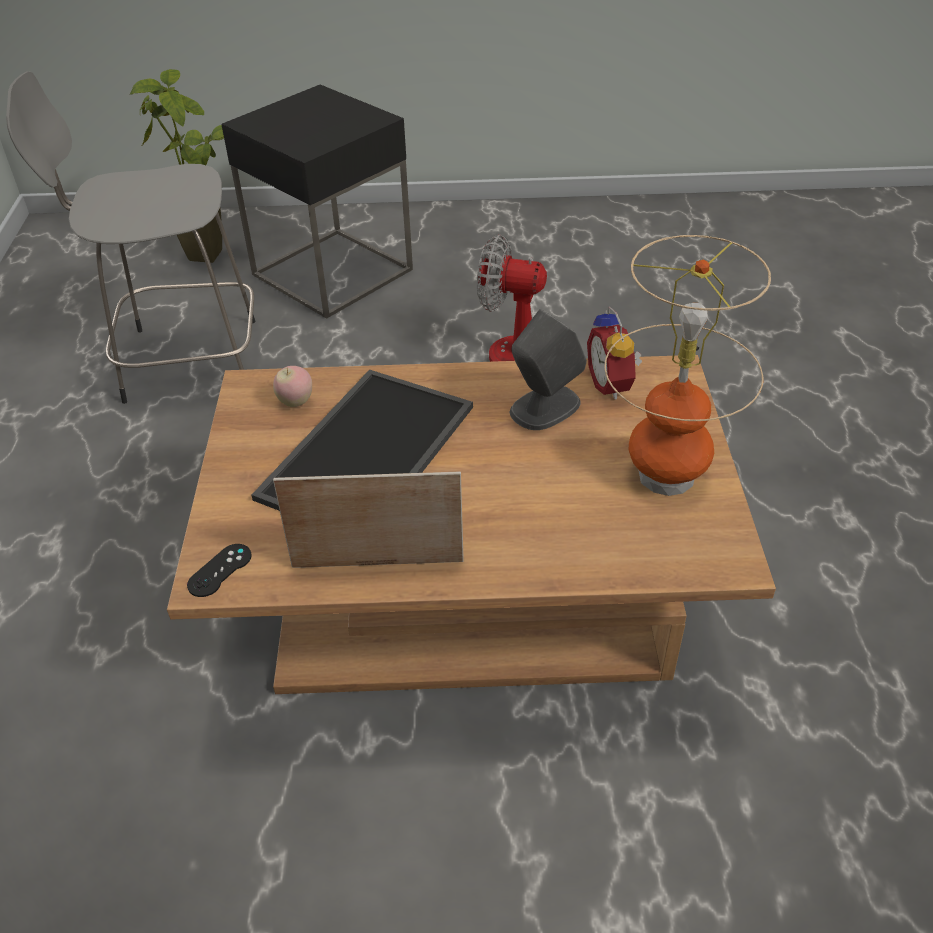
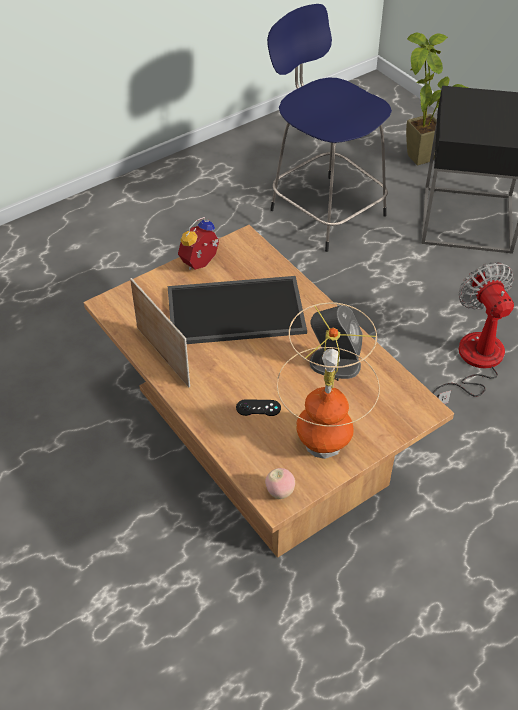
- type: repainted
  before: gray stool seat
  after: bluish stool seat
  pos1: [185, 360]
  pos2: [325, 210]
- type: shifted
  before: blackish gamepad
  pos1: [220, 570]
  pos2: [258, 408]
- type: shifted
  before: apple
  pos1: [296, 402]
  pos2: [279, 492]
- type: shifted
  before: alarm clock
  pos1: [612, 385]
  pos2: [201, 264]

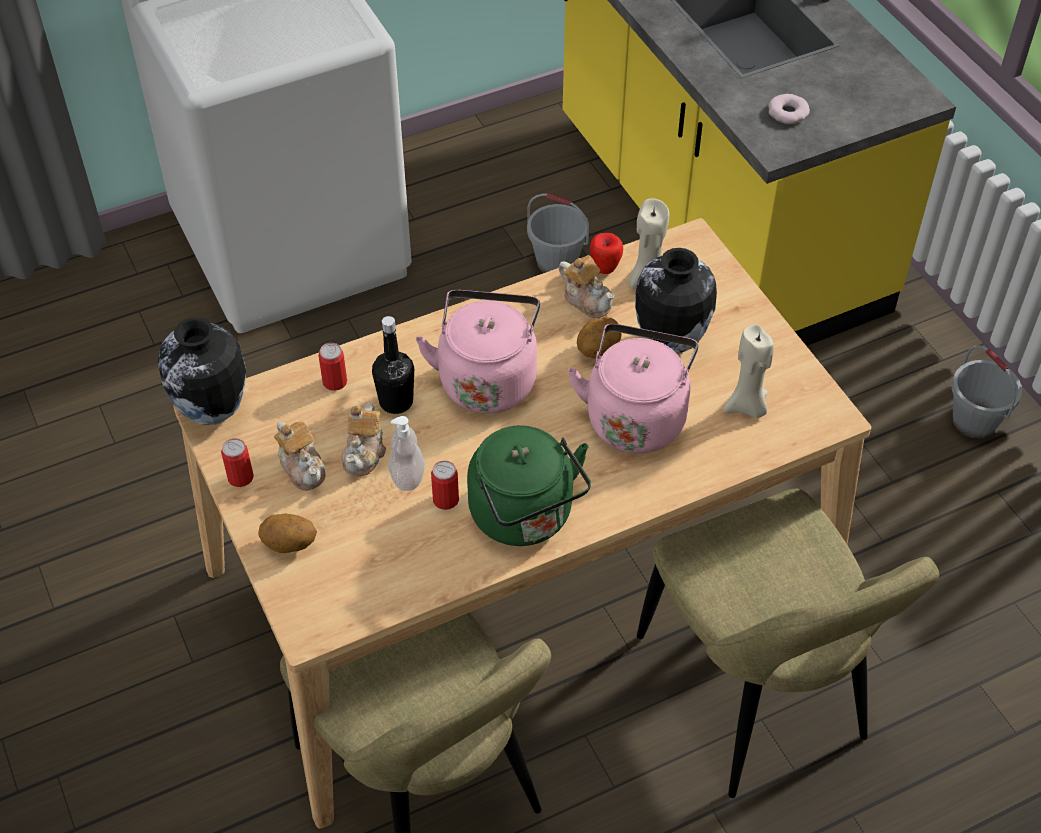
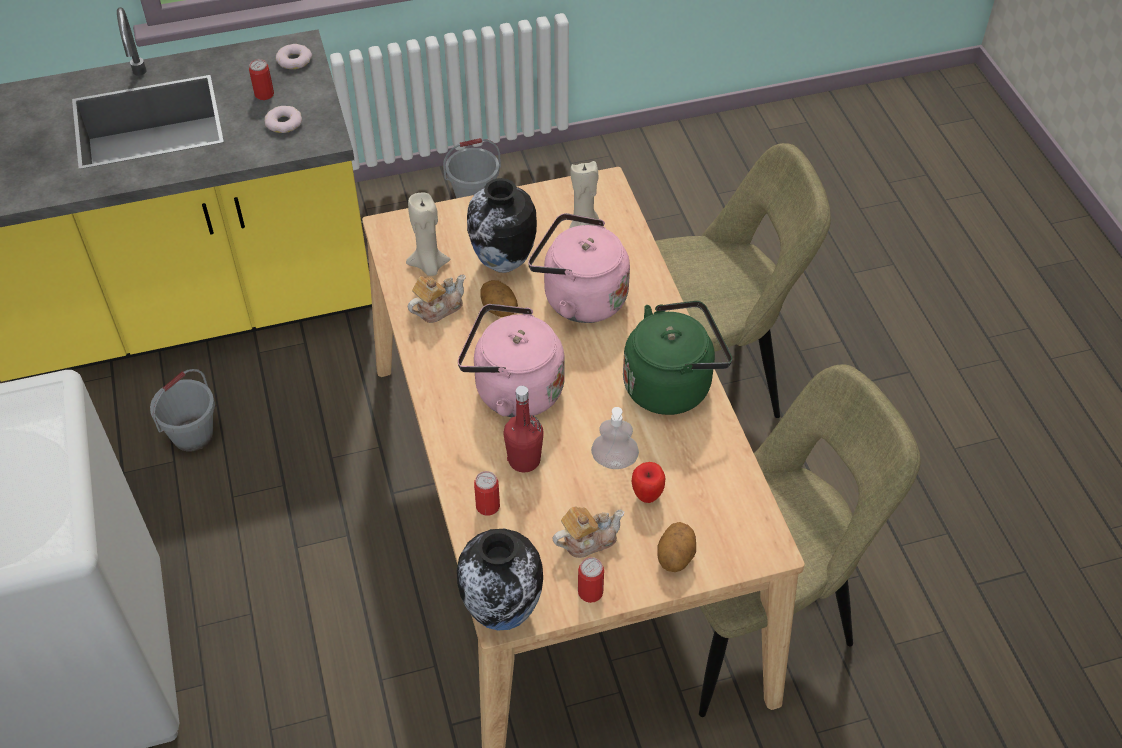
- type: gone
  before: tea pot
  pos1: [364, 453]
- type: repainted
  before: blackish bottle
  after: reddish bottle
  pos1: [396, 402]
  pos2: [524, 460]
- type: shifted
  before: metal can
  pos1: [446, 499]
  pos2: [264, 94]
- type: shifted
  before: apple
  pos1: [605, 268]
  pos2: [647, 495]
- type: new
  after: ring doughnut
  pos2: [294, 60]

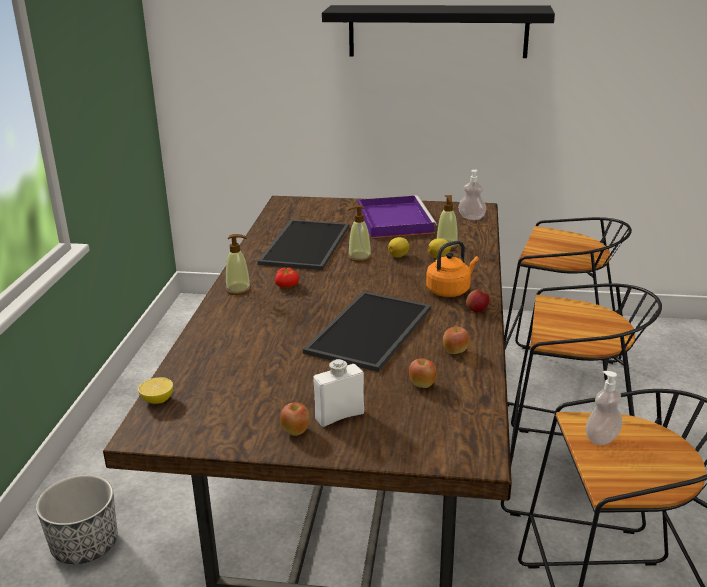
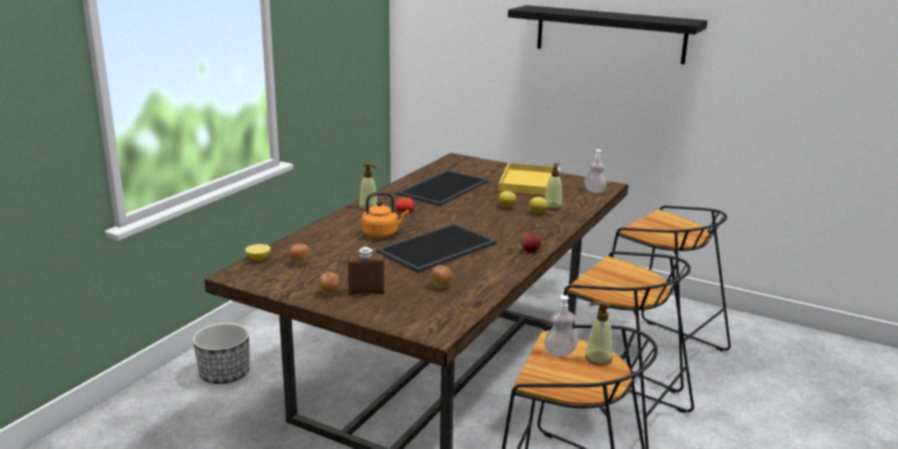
- type: repainted
  before: whitish bottle
  after: brown-coloured bottle
  pos1: [339, 416]
  pos2: [366, 291]
- type: shifted
  before: liquid soap bottle
  pos1: [359, 257]
  pos2: [598, 358]
- type: repainted
  before: purple serving tray
  after: yellow serving tray
  pos1: [394, 220]
  pos2: [528, 183]
- type: shifted
  before: orangey water kettle
  pos1: [450, 290]
  pos2: [382, 234]
- type: shifted
  before: apple
  pos1: [455, 351]
  pos2: [300, 263]

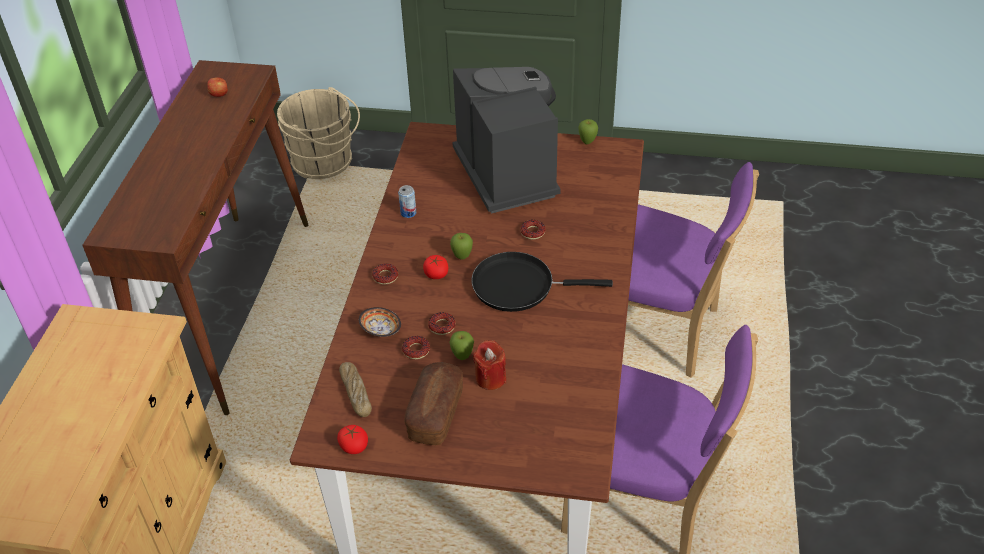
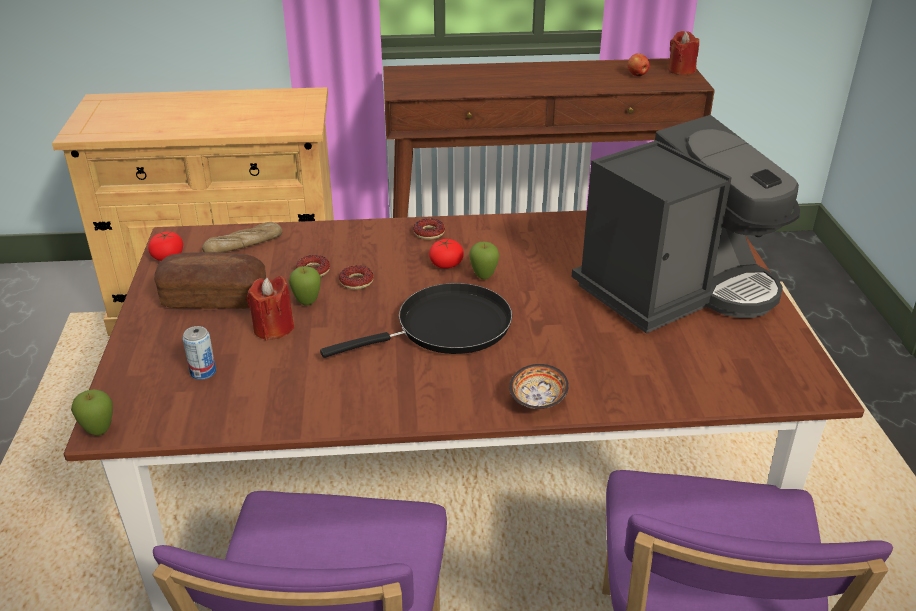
- type: gone
  before: beige pail
  pos1: [325, 163]
- type: shifted
  before: bowl
  pos1: [381, 330]
  pos2: [538, 400]
- type: shifted
  before: metal can
  pos1: [408, 213]
  pos2: [203, 372]
- type: rotated
  before: blackish skillet
  pos1: [519, 286]
  pos2: [446, 328]
  turn: 75
- type: gone
  before: ring doughnut
  pos1: [533, 232]
- type: shifted
  before: apple
  pos1: [587, 142]
  pos2: [99, 432]
- type: new
  after: reddish wax light
  pos2: [681, 70]

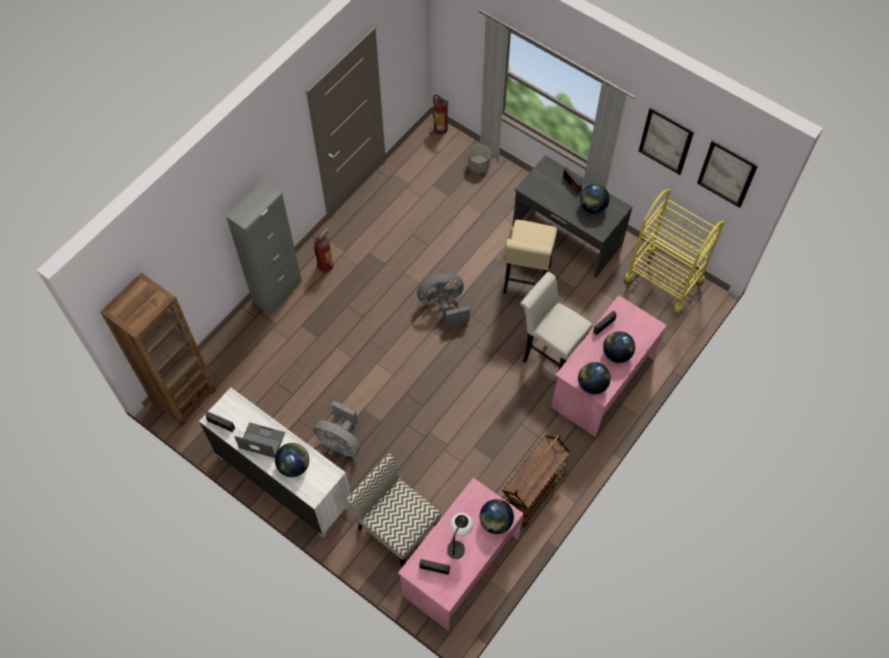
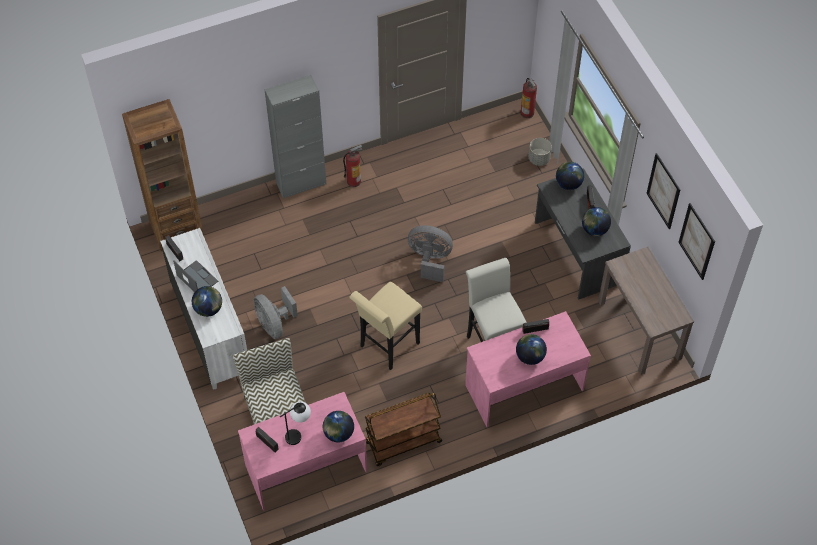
- type: shifted
  before: beige stool seat
  pos1: [526, 283]
  pos2: [386, 347]
- type: shifted
  before: desk globe
  pos1: [592, 384]
  pos2: [568, 184]
- type: swapped
  before: yellow trolley
  after: brown-coloured console table
  pos1: [664, 279]
  pos2: [639, 330]

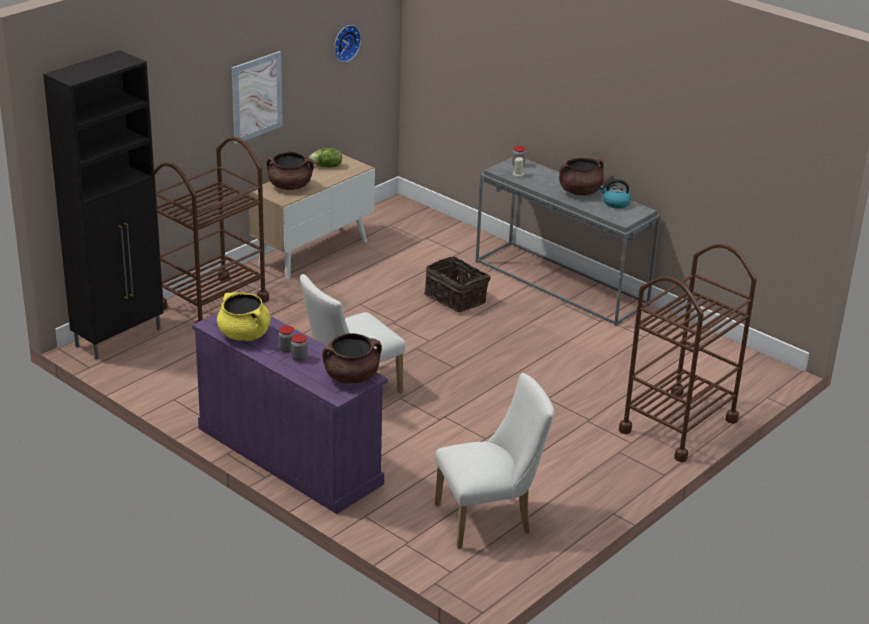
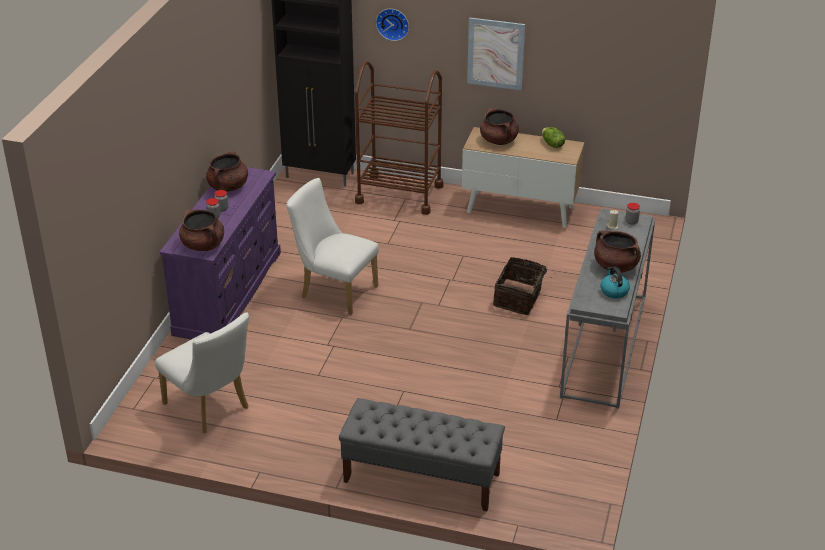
- type: repainted
  before: yellow saucepot
  after: brown-coloured saucepot
  pos1: [244, 335]
  pos2: [228, 187]
- type: shifted
  before: wall clock
  pos1: [345, 42]
  pos2: [393, 23]
- type: swapped
  before: brown-coloured trolley
  after: gray bench
  pos1: [678, 425]
  pos2: [421, 478]

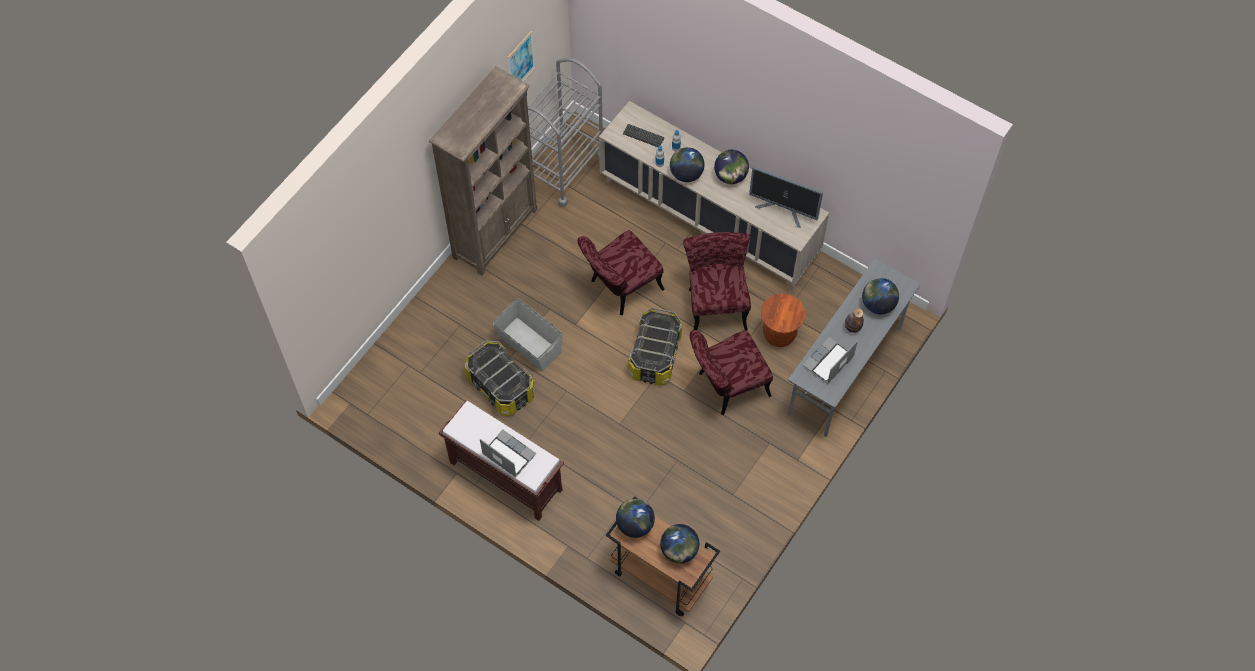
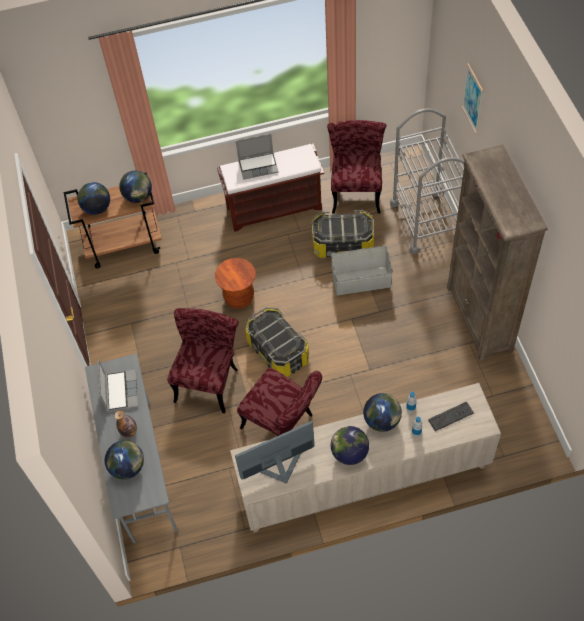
- type: shifted
  before: wall art
  pos1: [521, 62]
  pos2: [472, 98]
- type: shifted
  before: gray trolley
  pos1: [562, 168]
  pos2: [425, 221]
- type: shifted
  before: reddish chair
  pos1: [620, 288]
  pos2: [356, 190]
- type: shifted
  before: brown-coloured stool seat
  pos1: [779, 334]
  pos2: [239, 298]

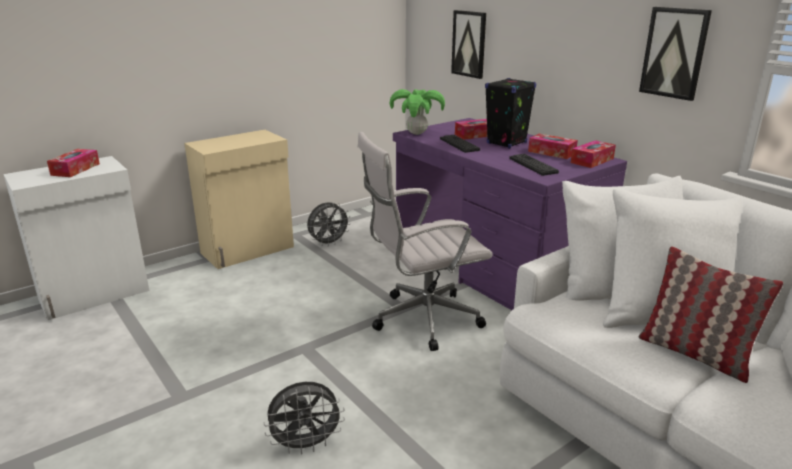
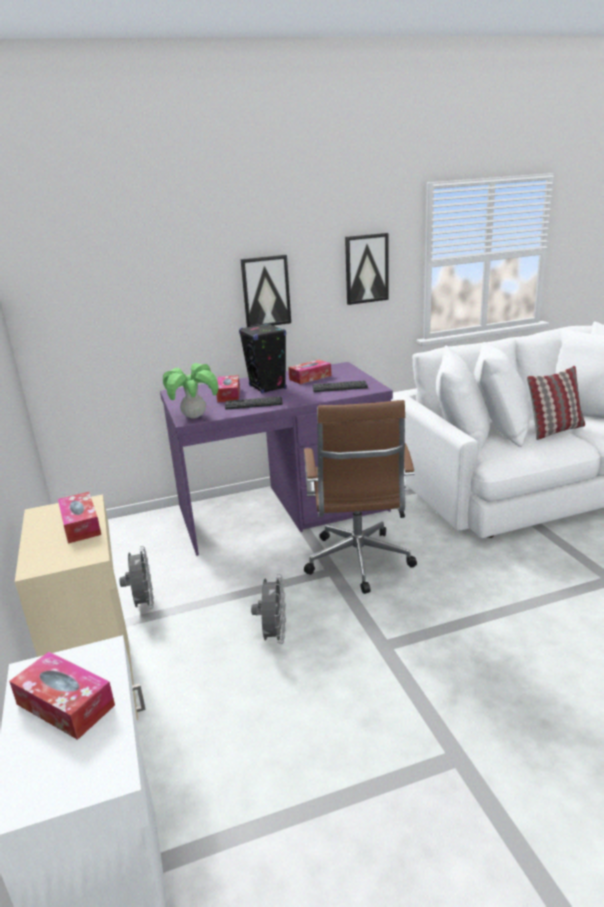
- type: shifted
  before: gray fan
  pos1: [306, 445]
  pos2: [274, 635]
- type: repainted
  before: whitish computer chair
  after: brown-coloured computer chair
  pos1: [421, 320]
  pos2: [359, 564]
- type: shifted
  before: wall art
  pos1: [469, 44]
  pos2: [266, 291]
- type: shifted
  before: tissue box
  pos1: [592, 160]
  pos2: [81, 525]

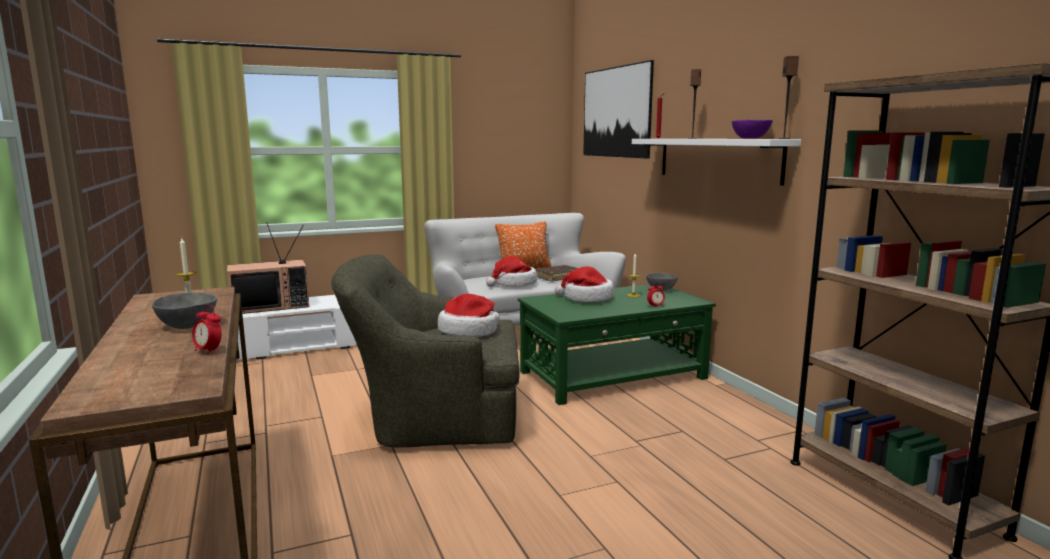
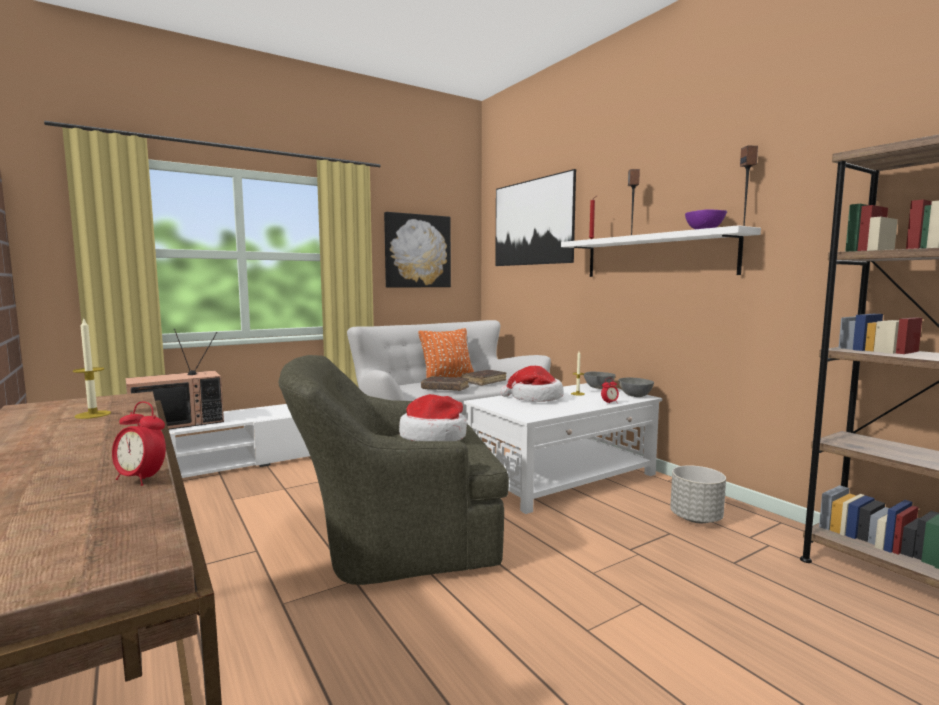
- type: shifted
  before: gray bowl
  pos1: [188, 325]
  pos2: [635, 395]
- type: swapped
  before: hat
  after: brown-coloured volume
  pos1: [514, 284]
  pos2: [445, 389]
- type: repainted
  before: green-coloured low table
  after: whitish low table
  pos1: [613, 375]
  pos2: [563, 477]
- type: new
  after: wall art
  pos2: [417, 251]
- type: new
  after: gray flower pot
  pos2: [695, 518]

